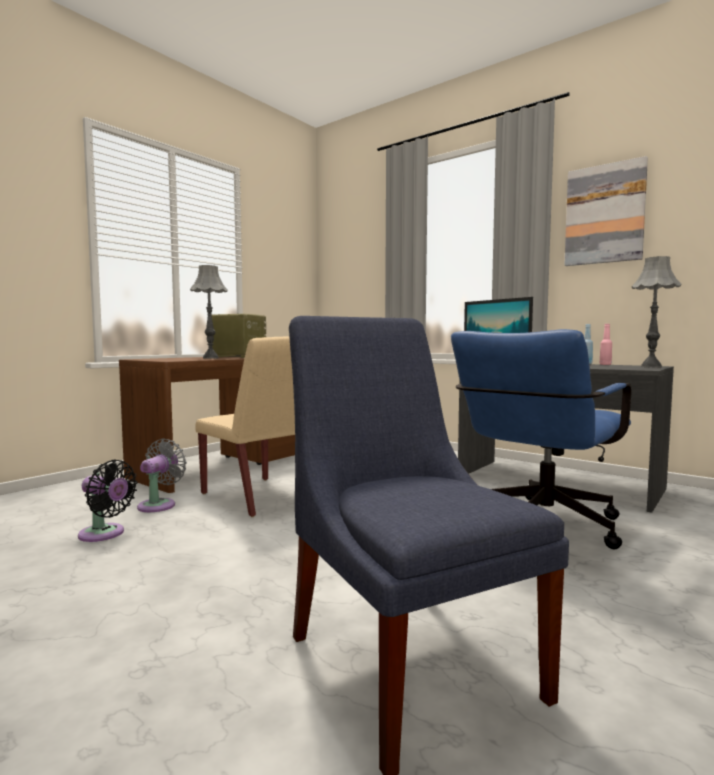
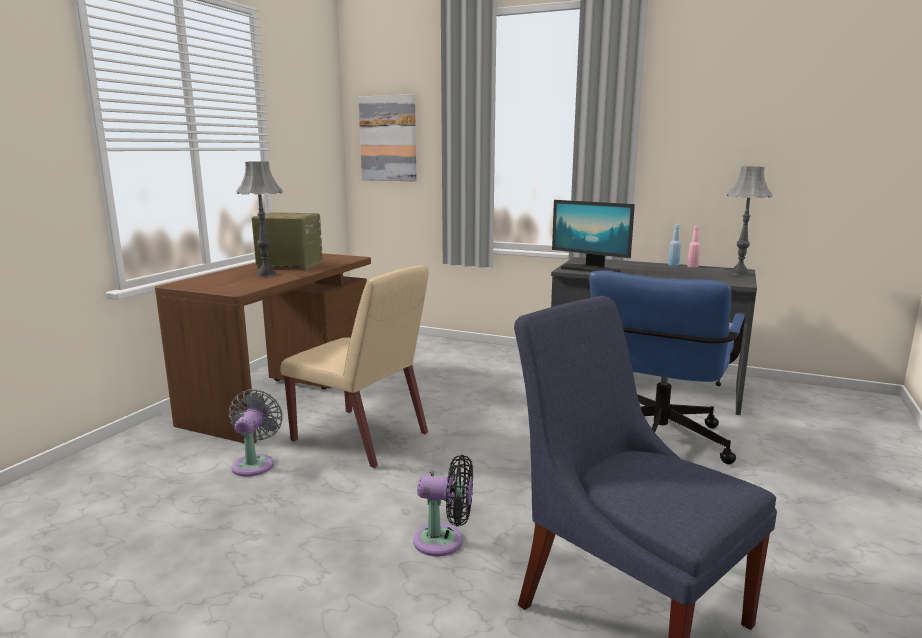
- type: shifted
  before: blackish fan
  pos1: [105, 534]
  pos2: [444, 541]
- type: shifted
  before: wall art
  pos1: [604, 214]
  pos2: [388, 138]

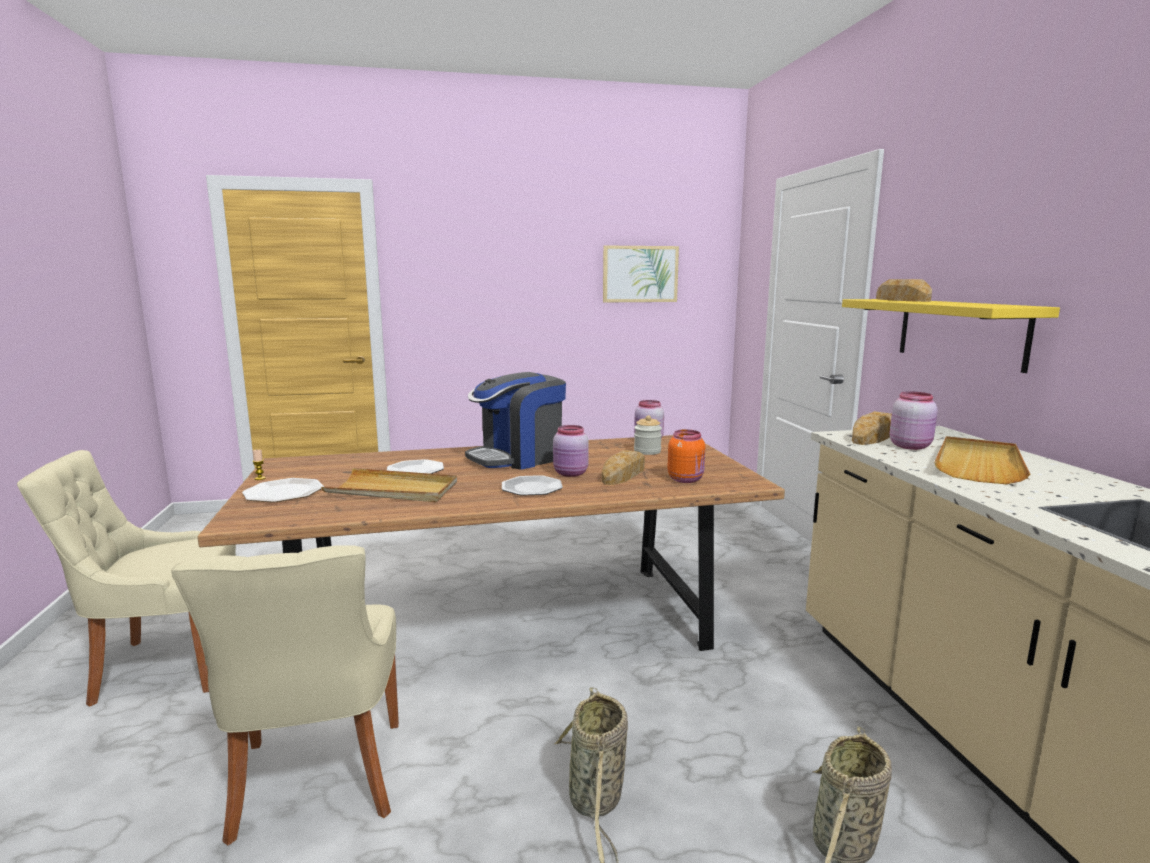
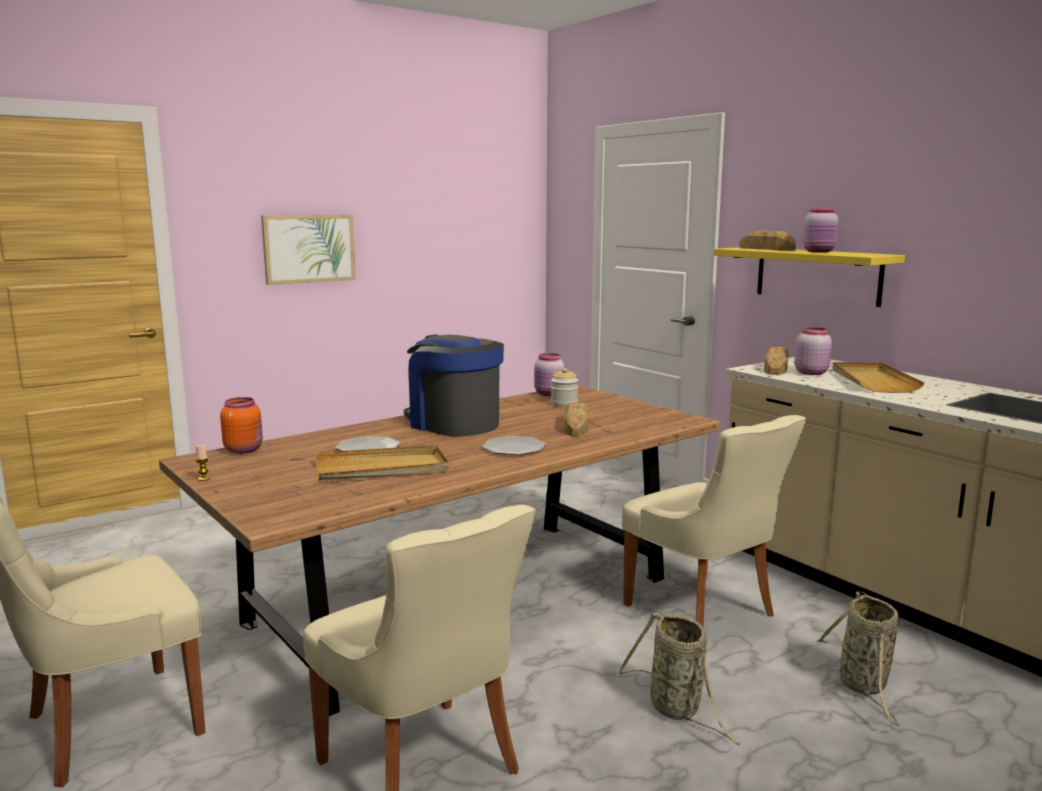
- type: gone
  before: flat dish
  pos1: [284, 492]
- type: rotated
  before: coffee machine
  pos1: [518, 458]
  pos2: [453, 423]
  turn: 105
- type: shifted
  before: pink-coloured preserve jar
  pos1: [571, 474]
  pos2: [819, 251]
- type: shifted
  before: wall art
  pos1: [640, 274]
  pos2: [309, 248]
- type: shifted
  before: orangey preserve jar
  pos1: [686, 479]
  pos2: [244, 449]
- type: new
  after: beige chair
  pos2: [703, 611]

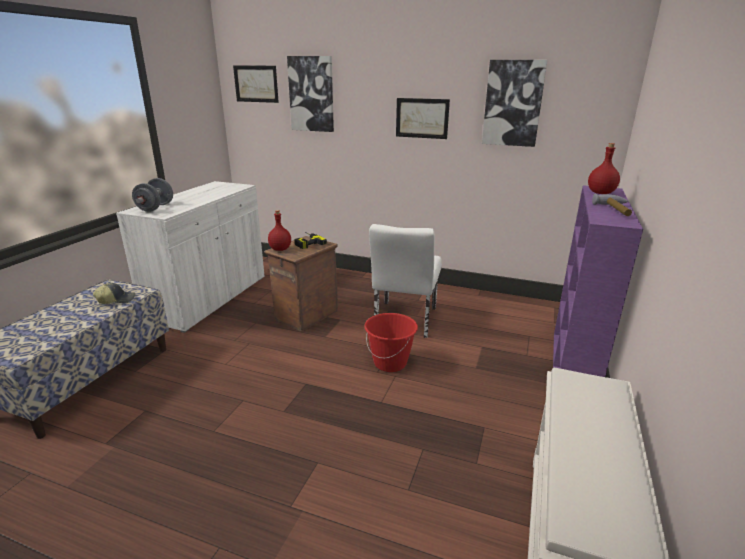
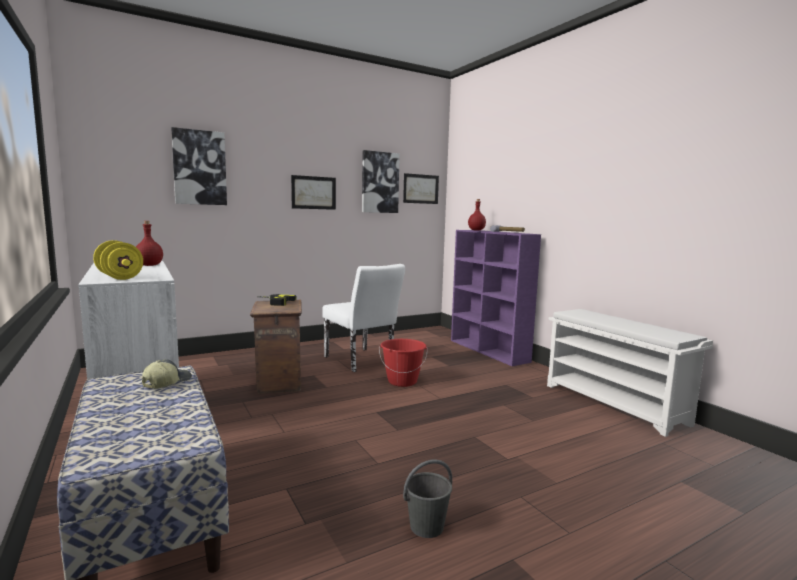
- type: repainted
  before: gray dumbbell
  after: yellow dumbbell
  pos1: [155, 208]
  pos2: [119, 277]
- type: shifted
  before: wall art
  pos1: [256, 84]
  pos2: [421, 189]
- type: shifted
  before: reddish bottle
  pos1: [280, 249]
  pos2: [149, 265]
- type: new
  after: gray pail
  pos2: [426, 527]

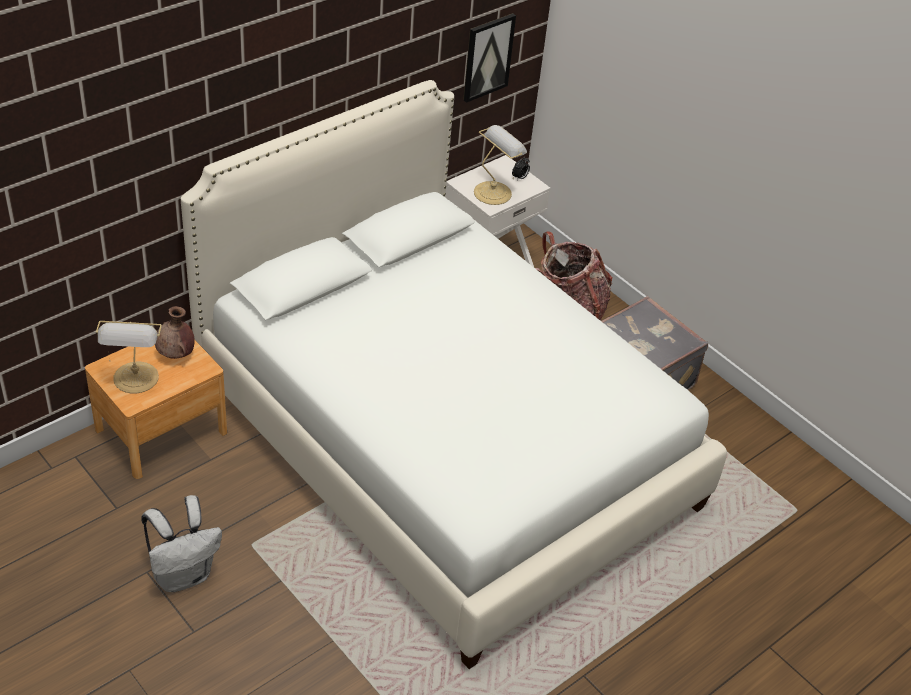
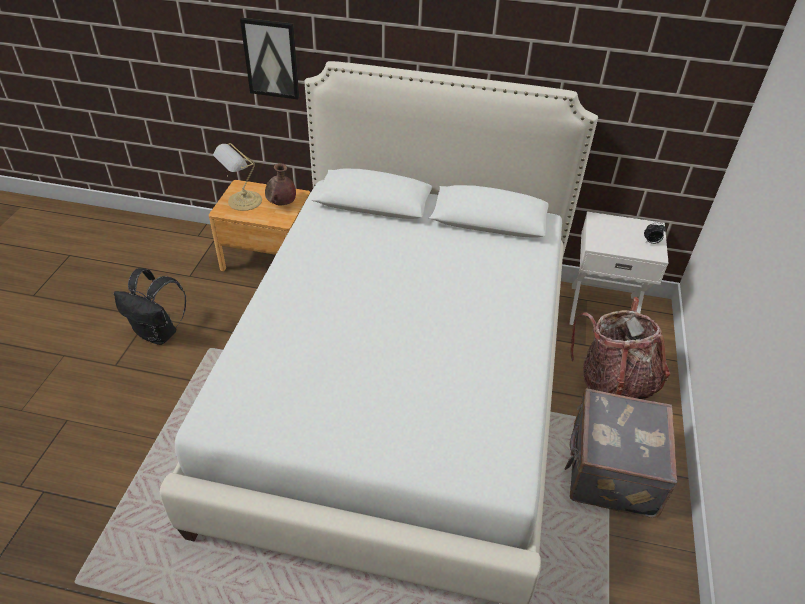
- type: repainted
  before: whitish rucksack
  after: blackish rucksack
  pos1: [184, 575]
  pos2: [159, 333]
- type: shifted
  before: wall art
  pos1: [487, 57]
  pos2: [271, 58]
- type: gone
  before: lamp for a table
  pos1: [494, 192]

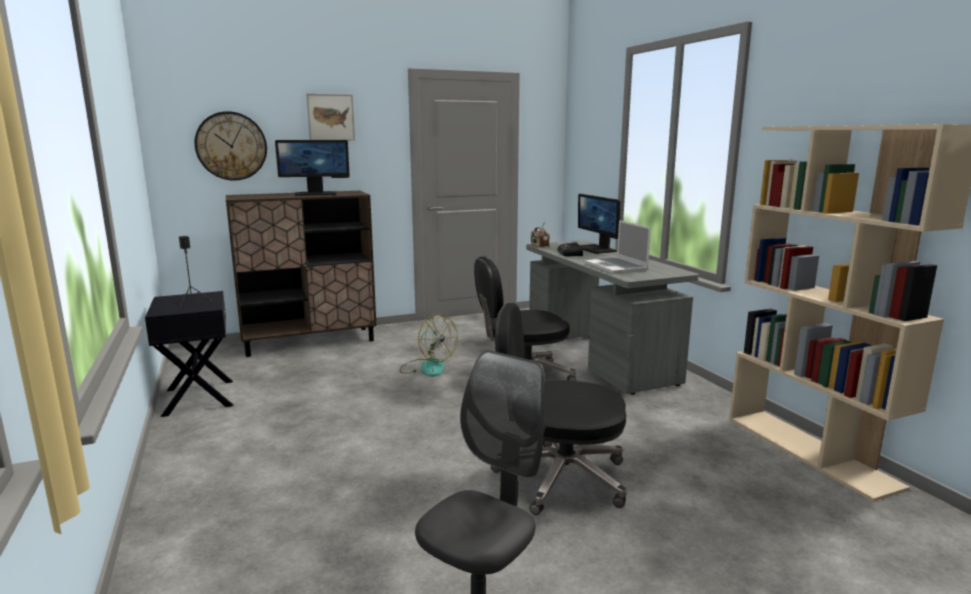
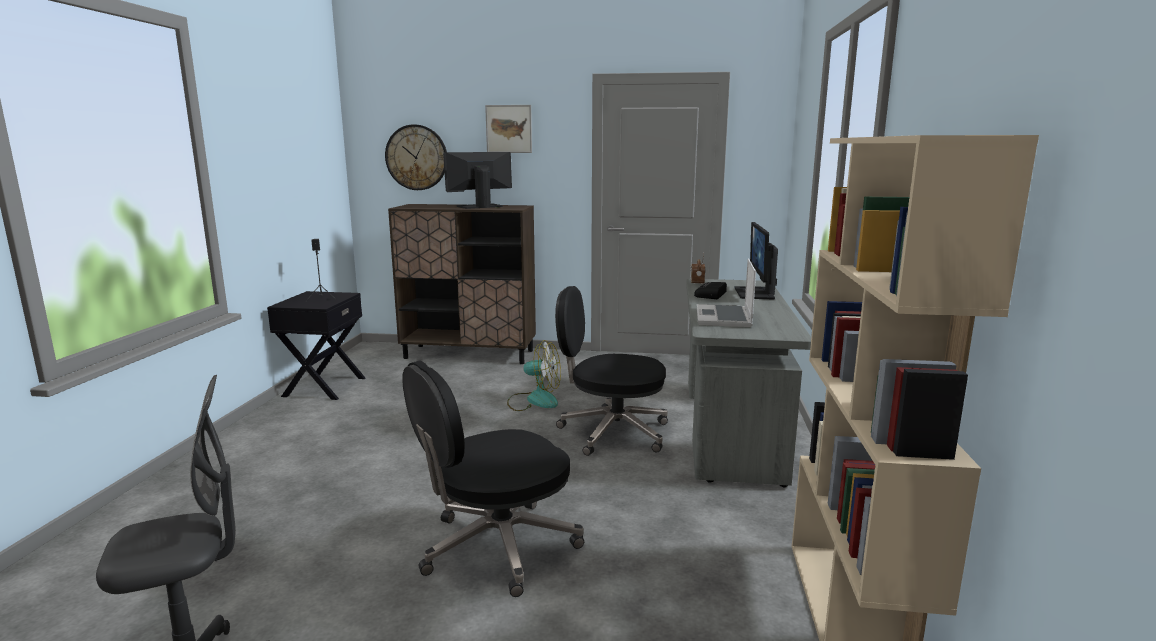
- type: rotated
  before: computer display
  pos1: [316, 194]
  pos2: [479, 206]
  turn: 135
- type: rotated
  before: fan
  pos1: [427, 367]
  pos2: [534, 400]
  turn: -60
- type: rotated
  before: blackish computer chair
  pos1: [558, 477]
  pos2: [496, 547]
  turn: -75

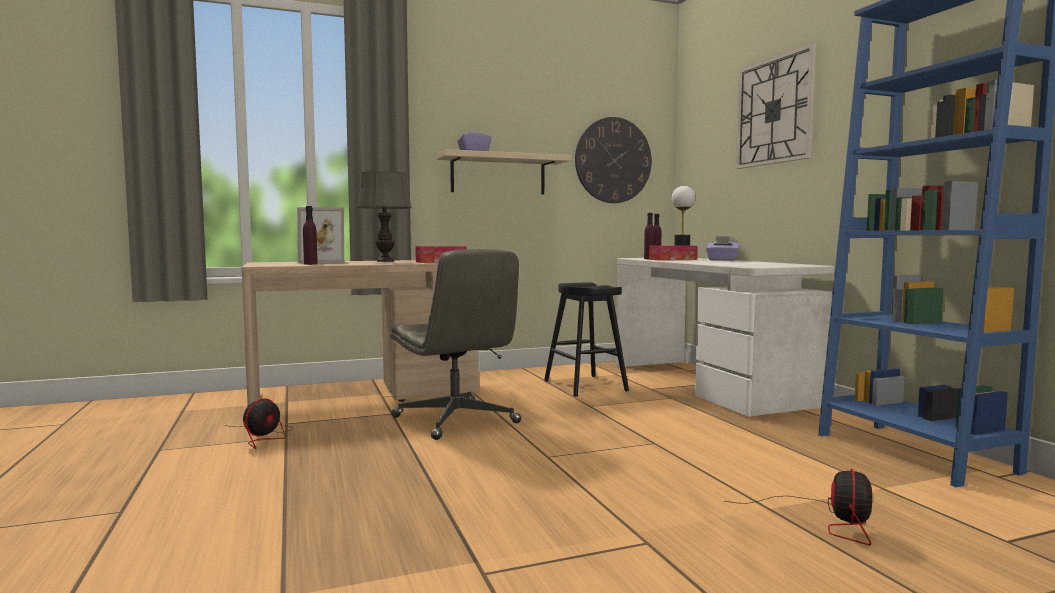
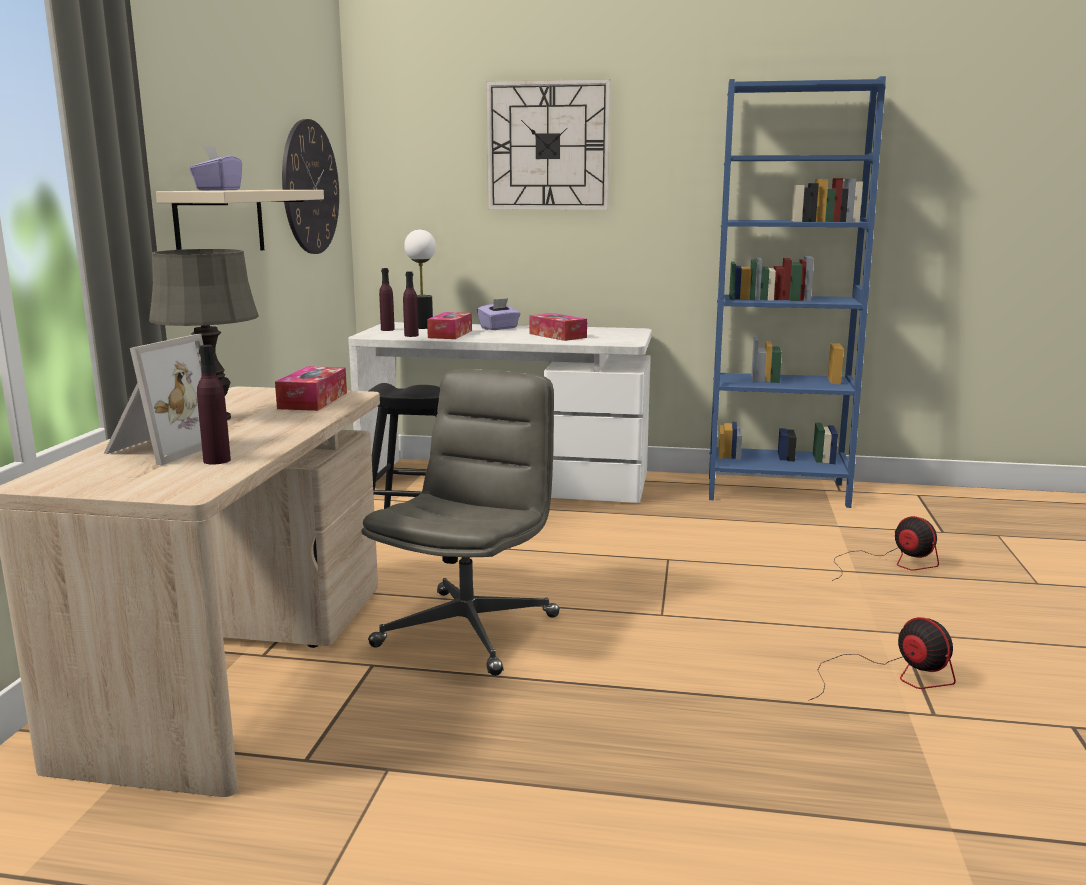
- type: shifted
  before: fan
  pos1: [264, 437]
  pos2: [890, 676]
- type: rotated
  before: gray computer chair
  pos1: [456, 420]
  pos2: [468, 630]
  turn: -60
- type: new
  after: tissue box
  pos2: [557, 335]

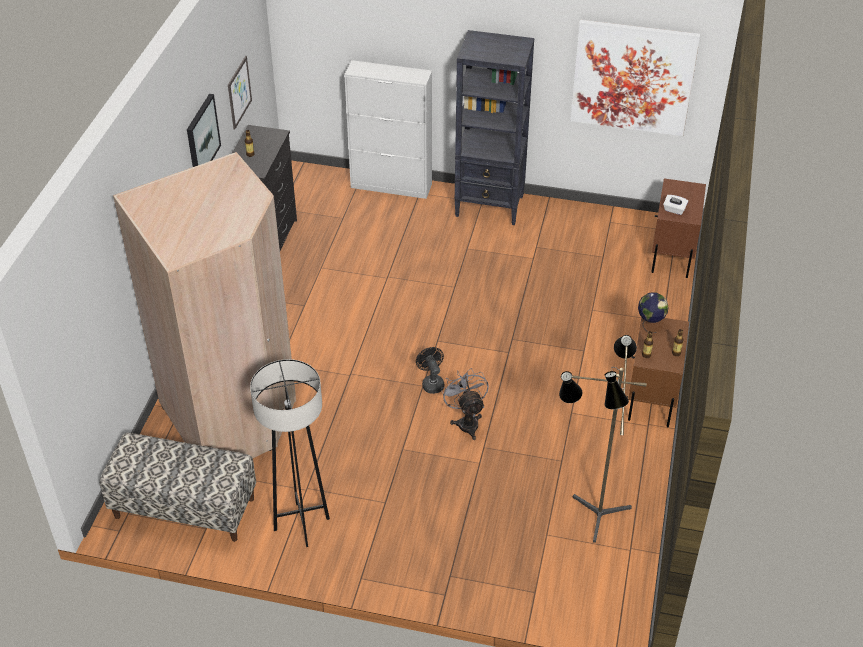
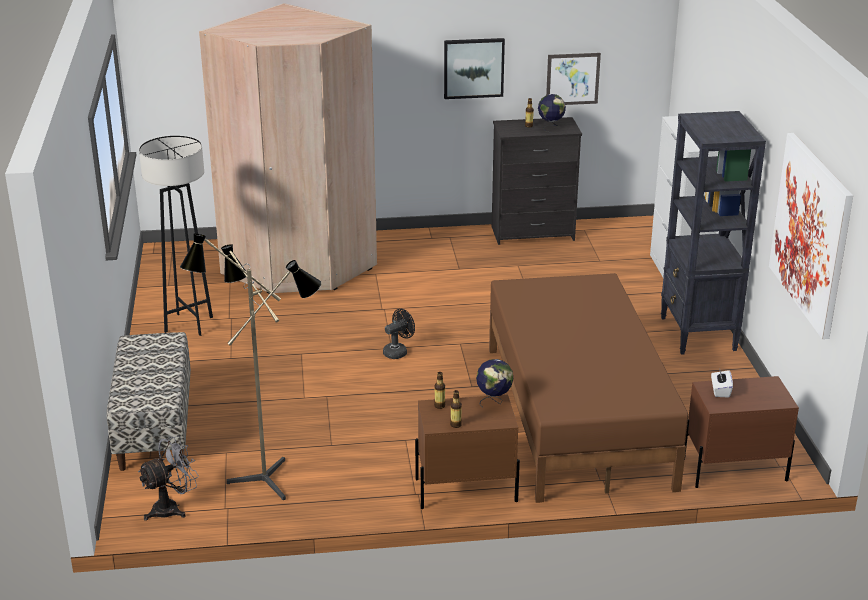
- type: shifted
  before: bench
  pos1: [184, 508]
  pos2: [154, 428]
- type: shifted
  before: gray fan
  pos1: [466, 422]
  pos2: [172, 508]
- type: new
  after: brown-coloured bedroom bed
  pos2: [575, 416]
- type: new
  after: desk globe
  pos2: [550, 128]

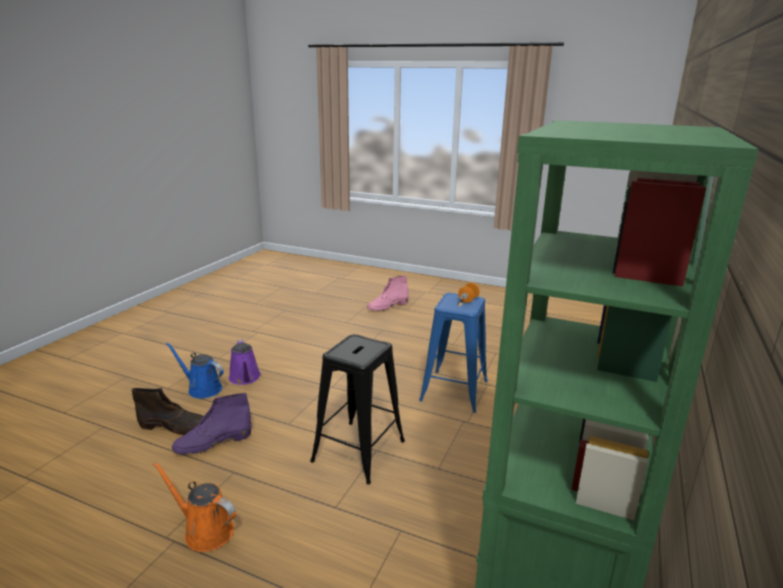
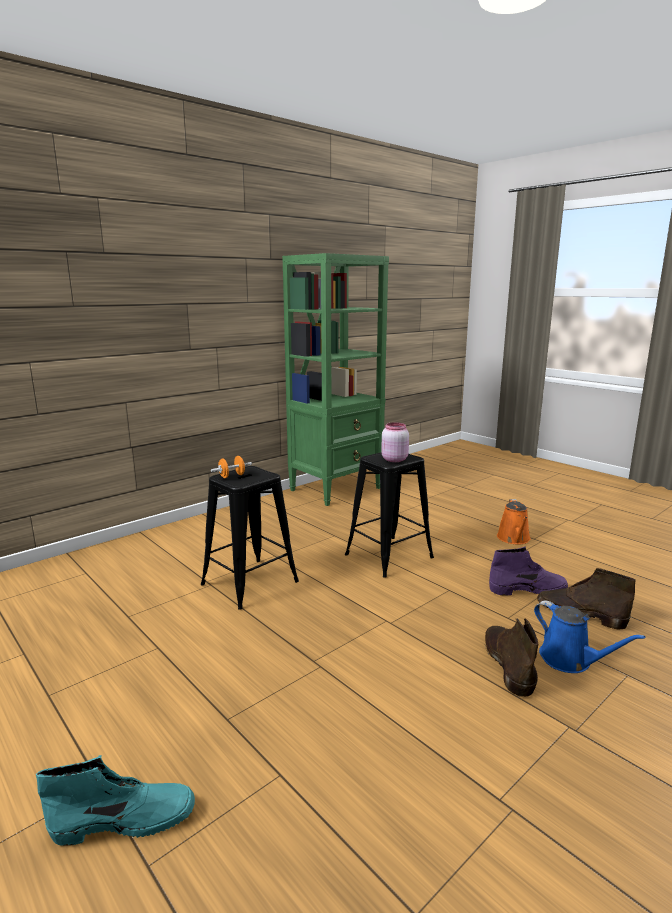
- type: rotated
  before: orangey watering pot
  pos1: [205, 531]
  pos2: [514, 539]
  turn: 45
- type: swapped
  before: purple watering pot
  after: brown-coloured high-top boot
  pos1: [245, 378]
  pos2: [507, 663]
- type: repainted
  before: pink-coloured high-top boot
  after: blue-green high-top boot
  pos1: [387, 306]
  pos2: [125, 820]
- type: repainted
  before: bluish stool seat
  after: blackish stool seat
  pos1: [454, 391]
  pos2: [250, 583]
- type: new
  after: pink-coloured preserve jar
  pos2: [394, 459]

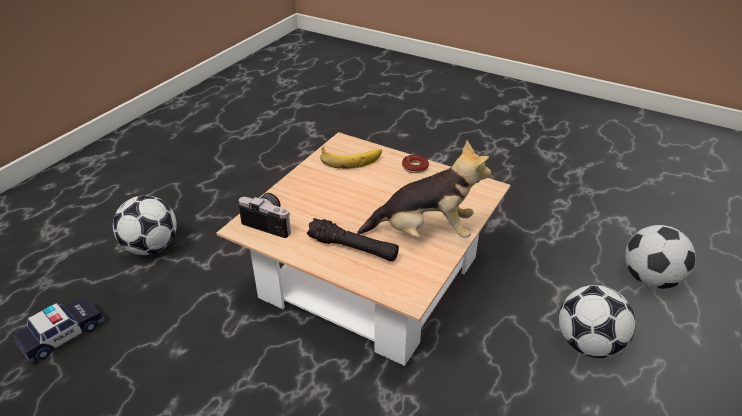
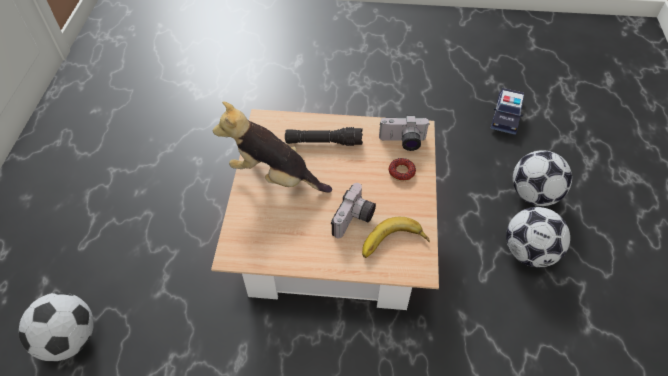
- type: rotated
  before: soft toy
  pos1: [424, 232]
  pos2: [274, 176]
  turn: 45
- type: shifted
  before: ring doughnut
  pos1: [415, 167]
  pos2: [401, 172]
- type: shifted
  before: football ball
  pos1: [588, 344]
  pos2: [529, 252]
- type: new
  after: photo camera
  pos2: [354, 220]

